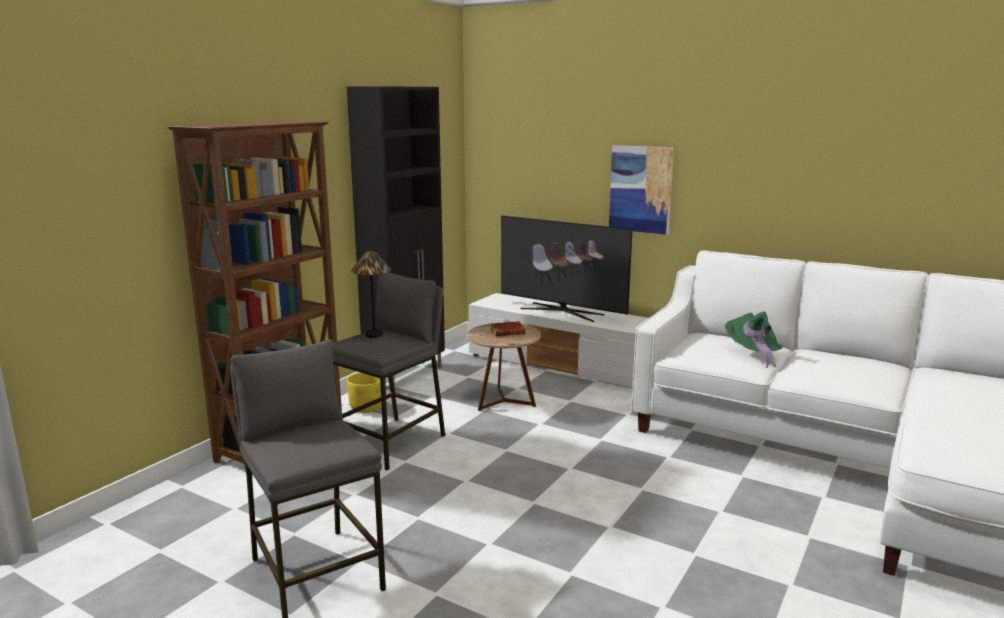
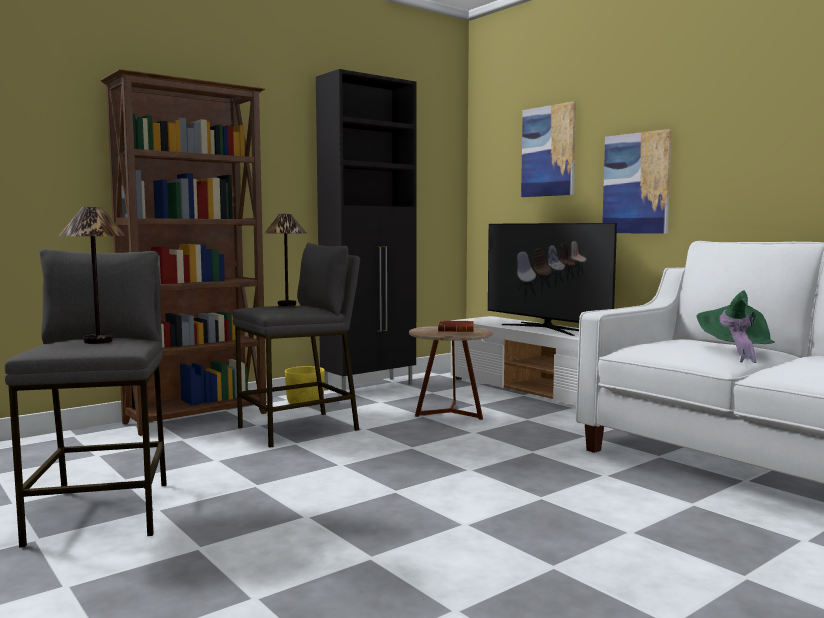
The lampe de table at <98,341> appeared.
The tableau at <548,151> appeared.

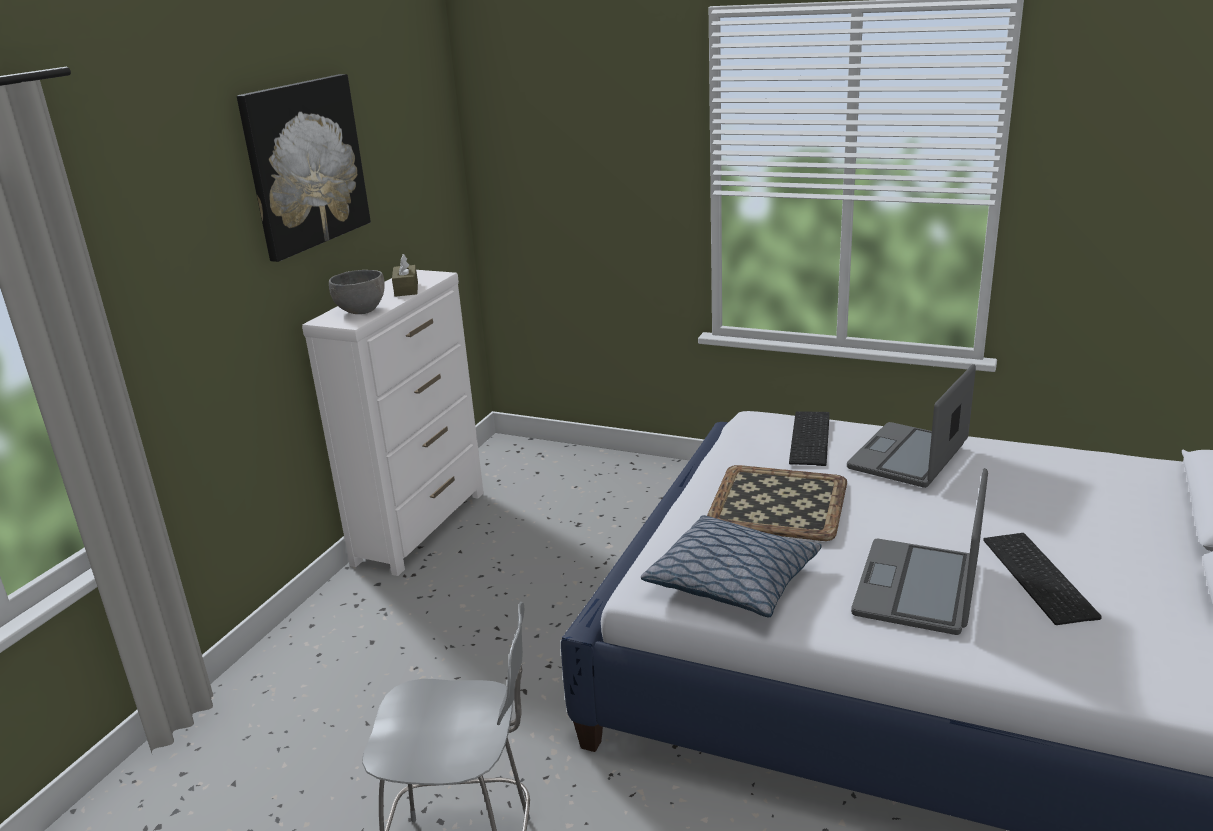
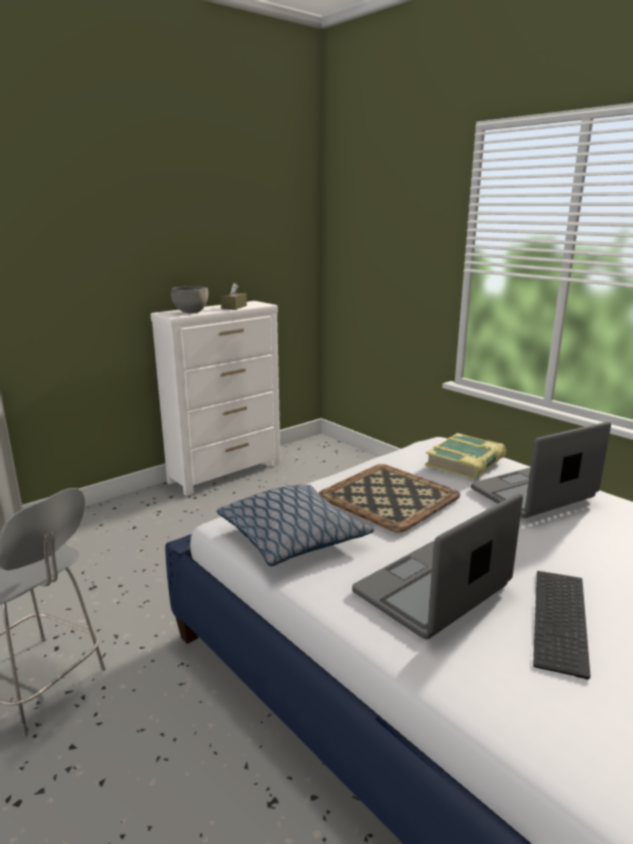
The tableau at <305,164> disappeared.
The clavier at <812,438> was replaced by the livre at <466,463>.

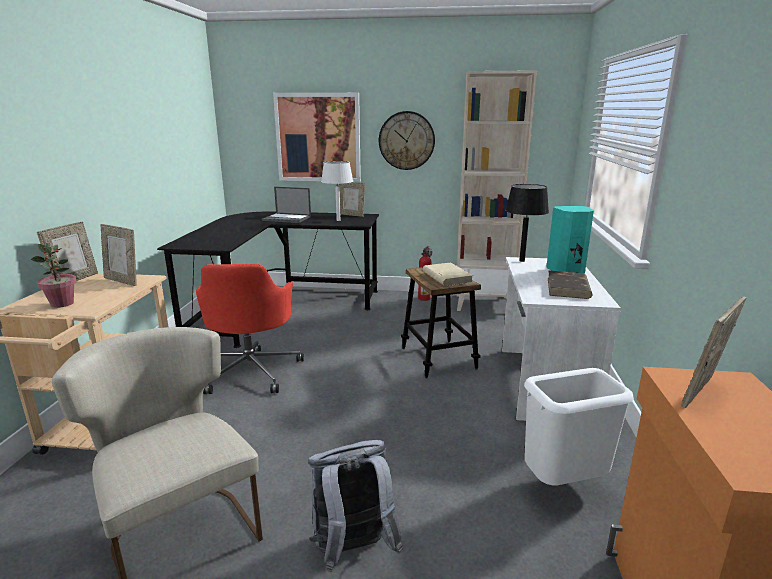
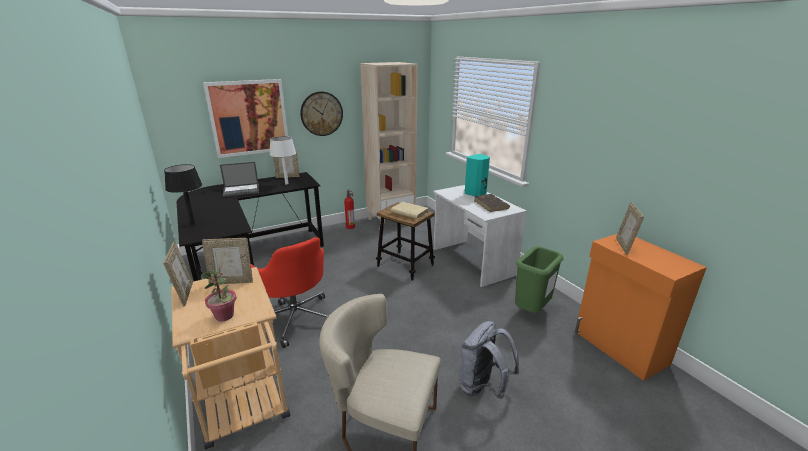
The lampe de table [noir] moved from <521,261> to <193,224>.
The poubelle [blanc] at <563,486> became the poubelle [vert] at <532,311>.

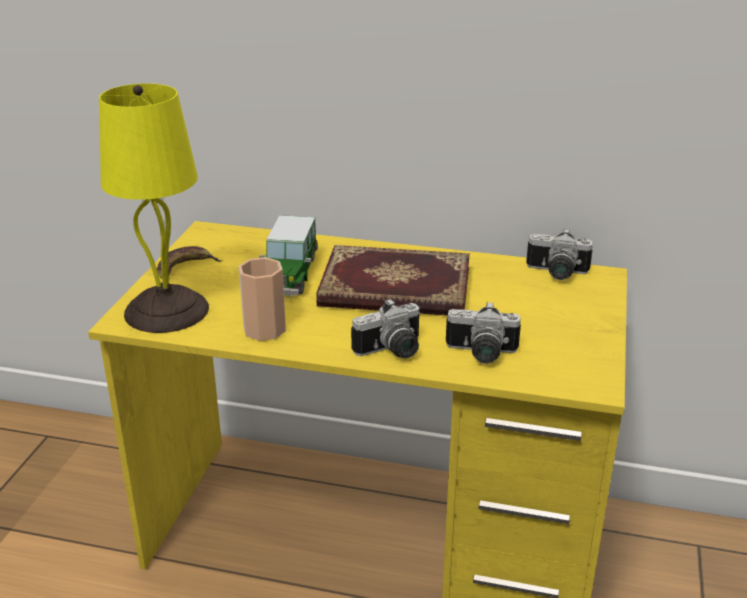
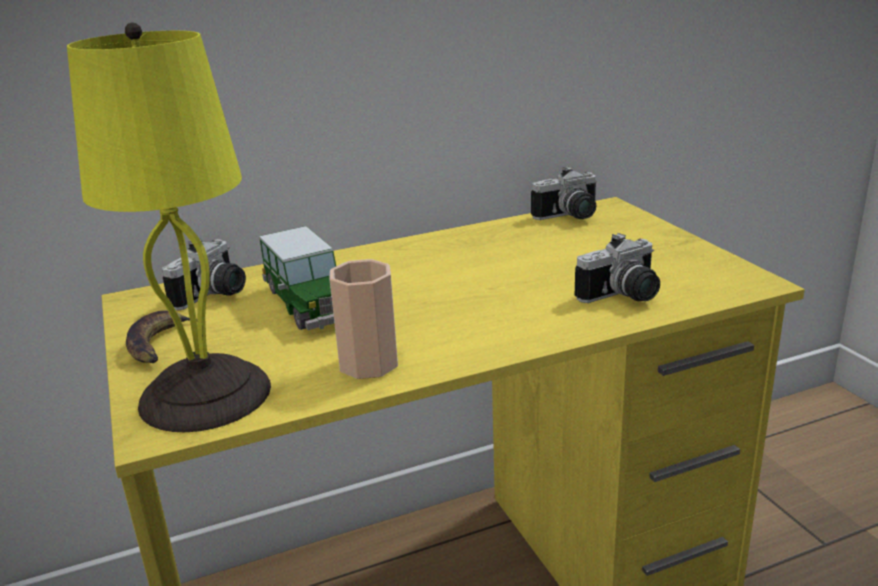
The livre at <395,289> disappeared.
The appareil photo moved from <392,351> to <215,296>.

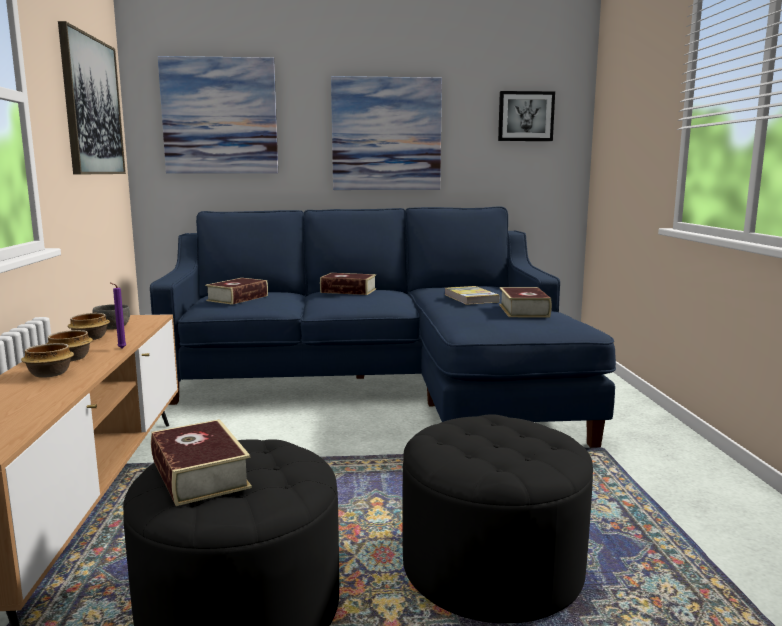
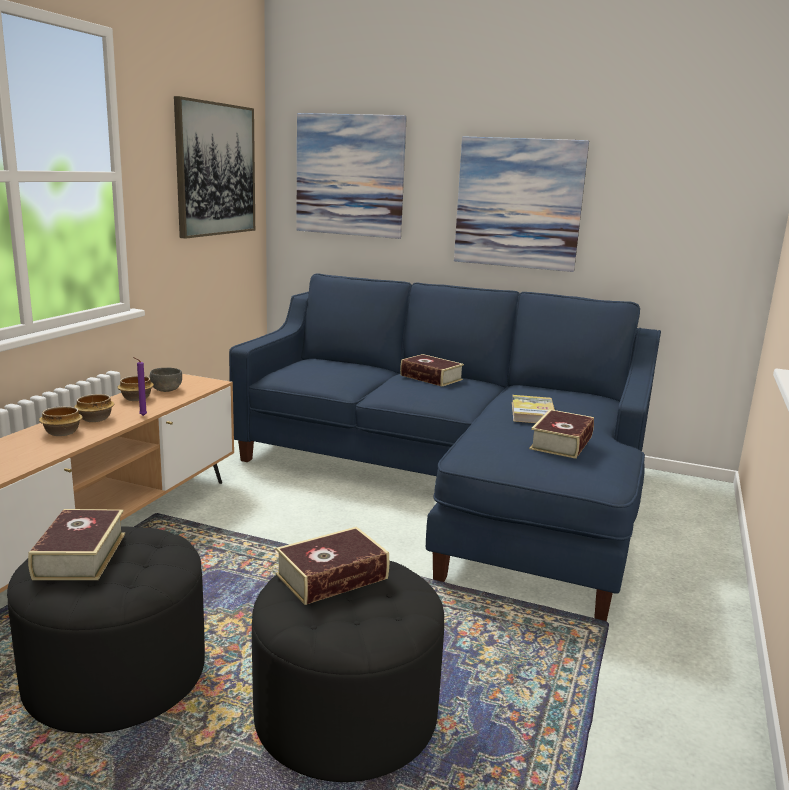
The livre moved from <237,298> to <332,576>.
The tableau at <525,116> disappeared.

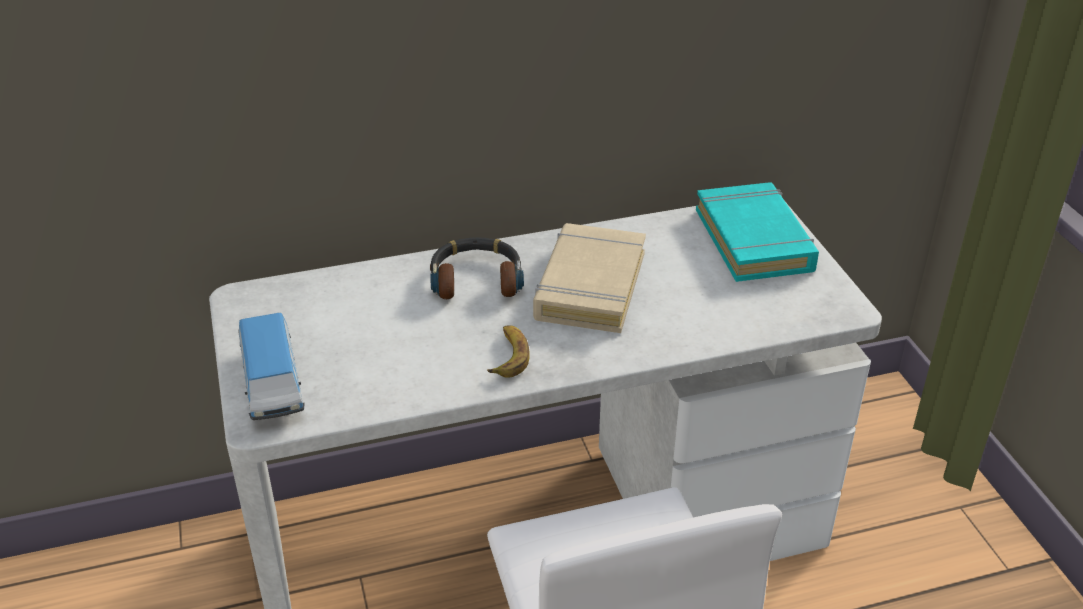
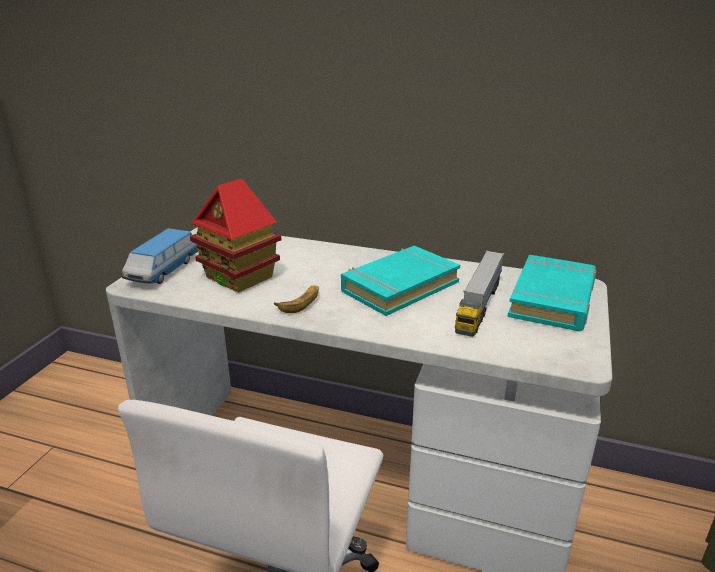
The casque audio at <476,278> disappeared.
The livre [beige] at <589,286> became the livre [turquoise] at <399,286>.
The maison miniature at <240,277> appeared.
The camion jouet at <479,305> appeared.

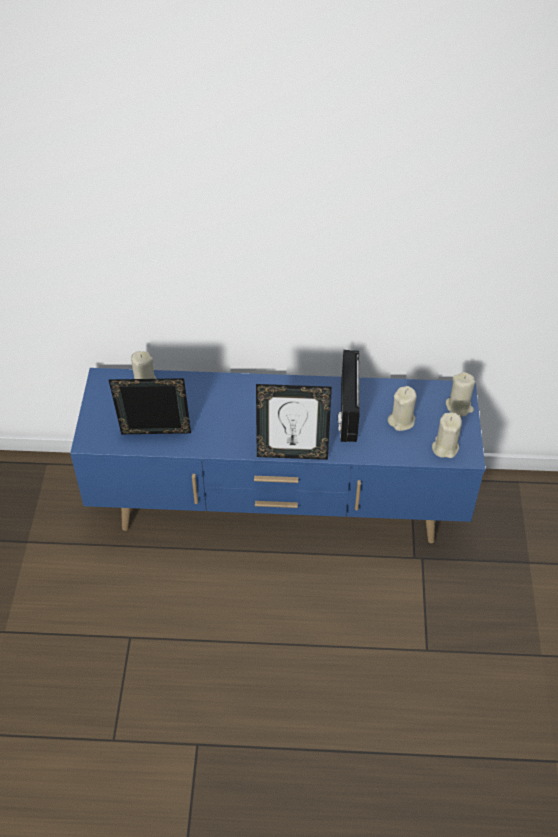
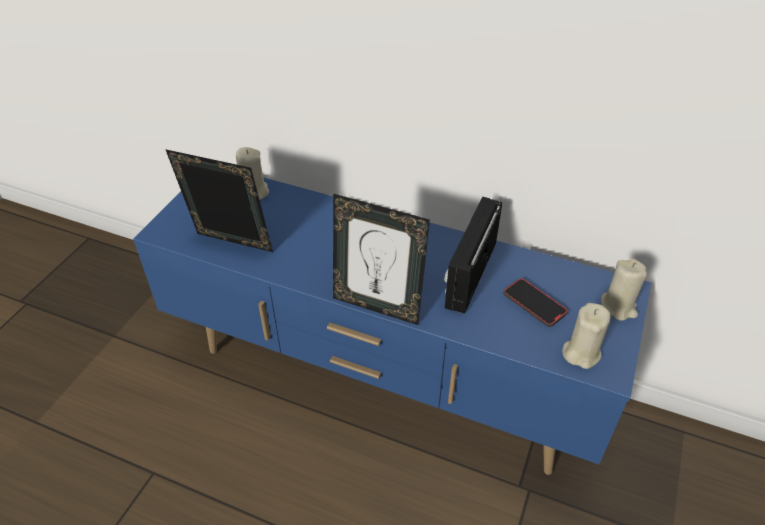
The bougie [beige] at <401,421> was replaced by the téléphone at <534,304>.

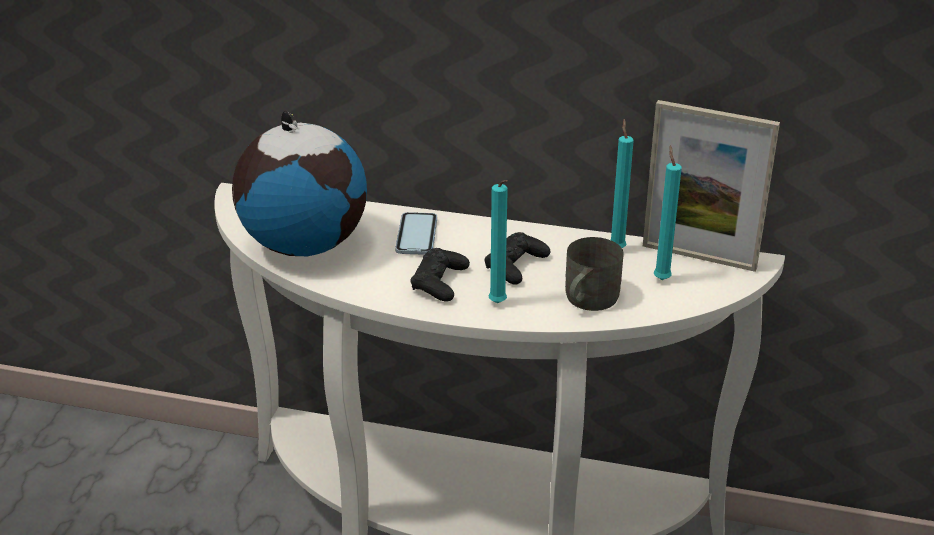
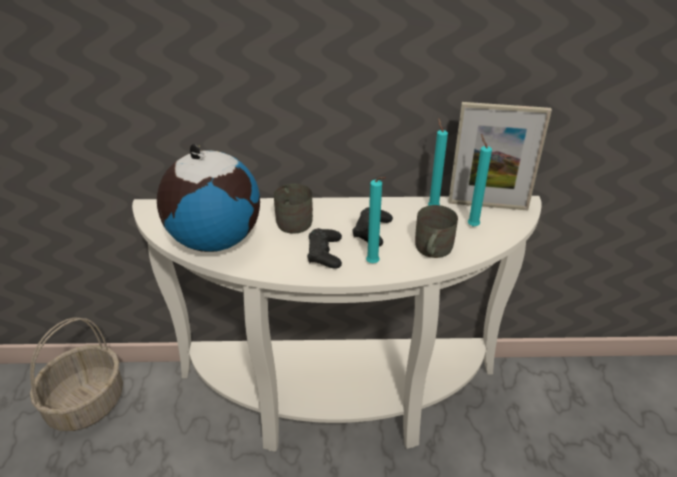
The téléphone at <416,236> was replaced by the mug [gris] at <293,219>.
The panier at <86,403> appeared.

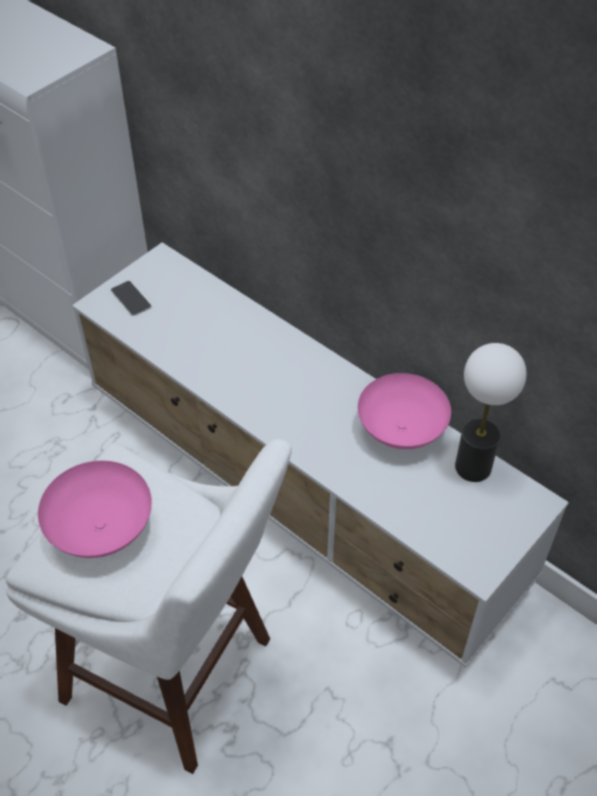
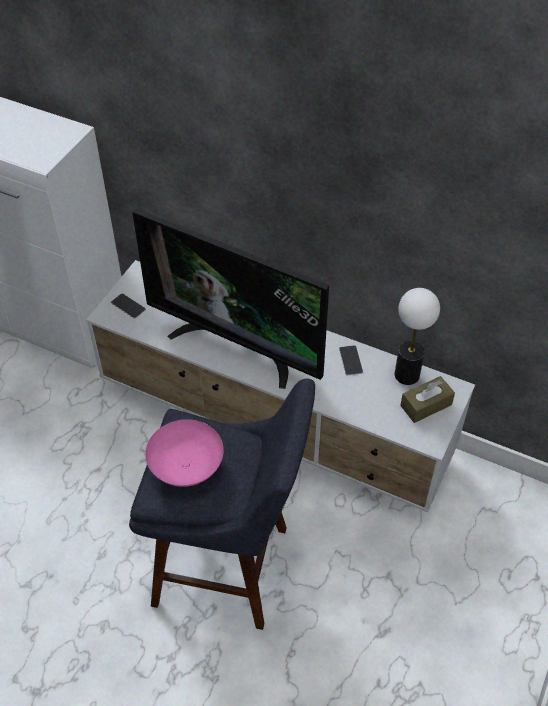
The tabouret [blanc] at <179,676> became the tabouret [bleu] at <231,568>.
The bol [rose] at <400,430> was replaced by the téléphone at <350,360>.
The téléviseur at <237,346> appeared.
The boîte à mouchoirs [marron] at <426,405> appeared.

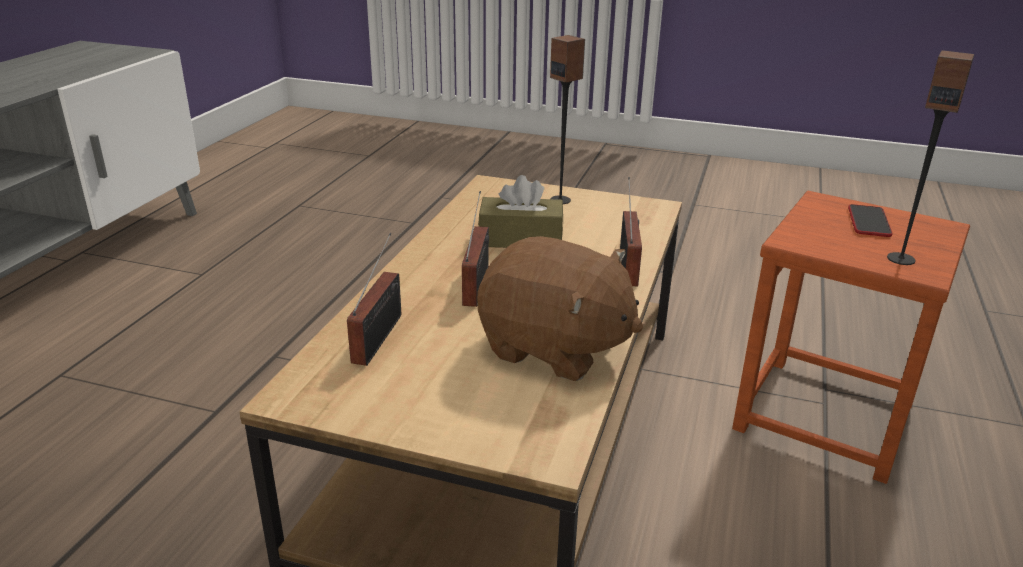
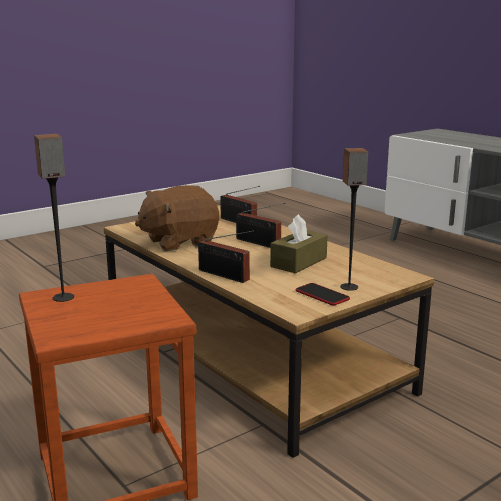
The téléphone moved from <869,222> to <322,295>.

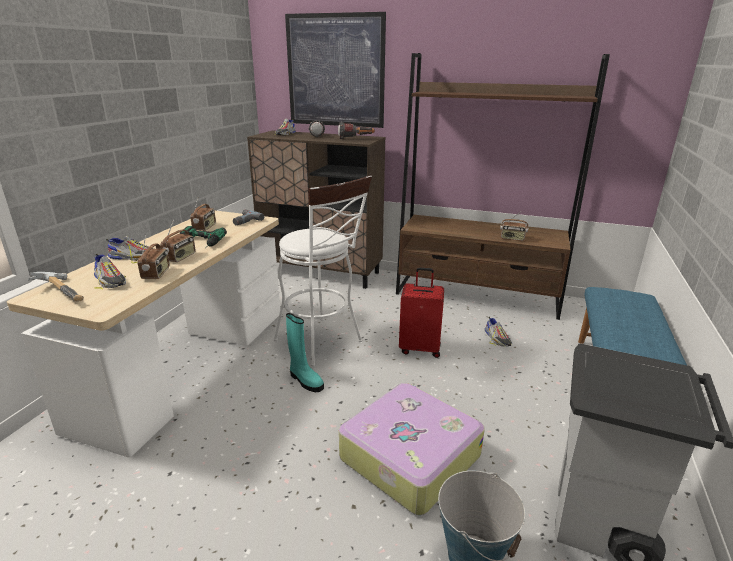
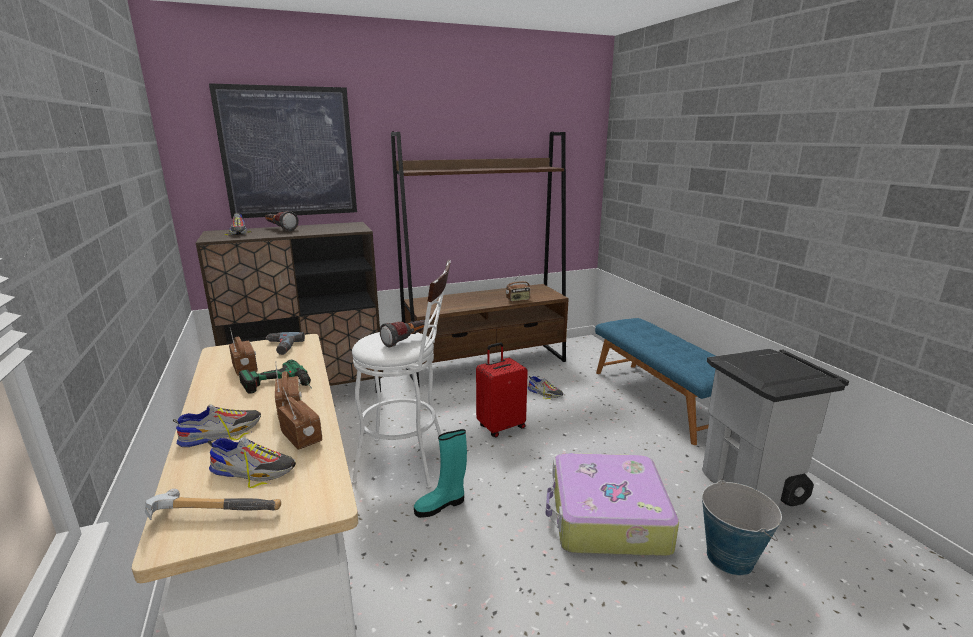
The botte [turquoise] at <305,380> turned 150 degrees clockwise.
The lampe de poche moved from <356,139> to <407,341>.

